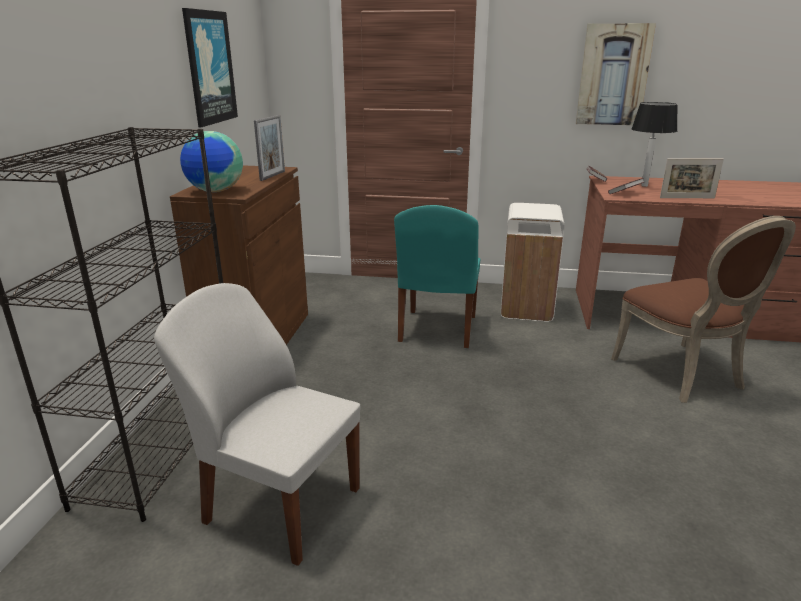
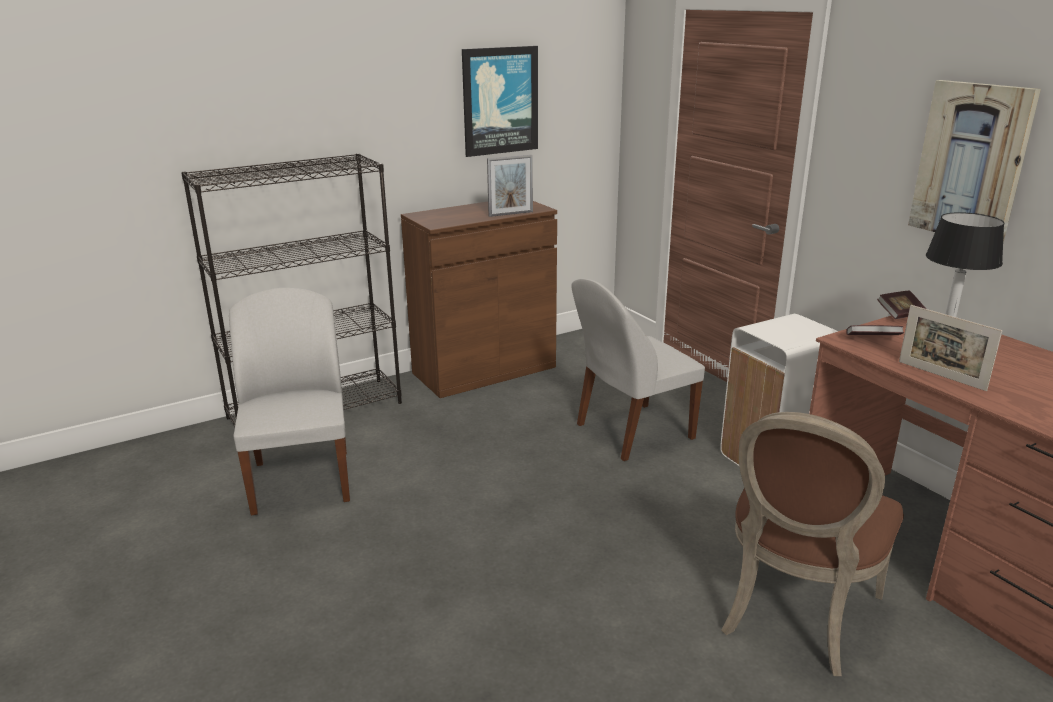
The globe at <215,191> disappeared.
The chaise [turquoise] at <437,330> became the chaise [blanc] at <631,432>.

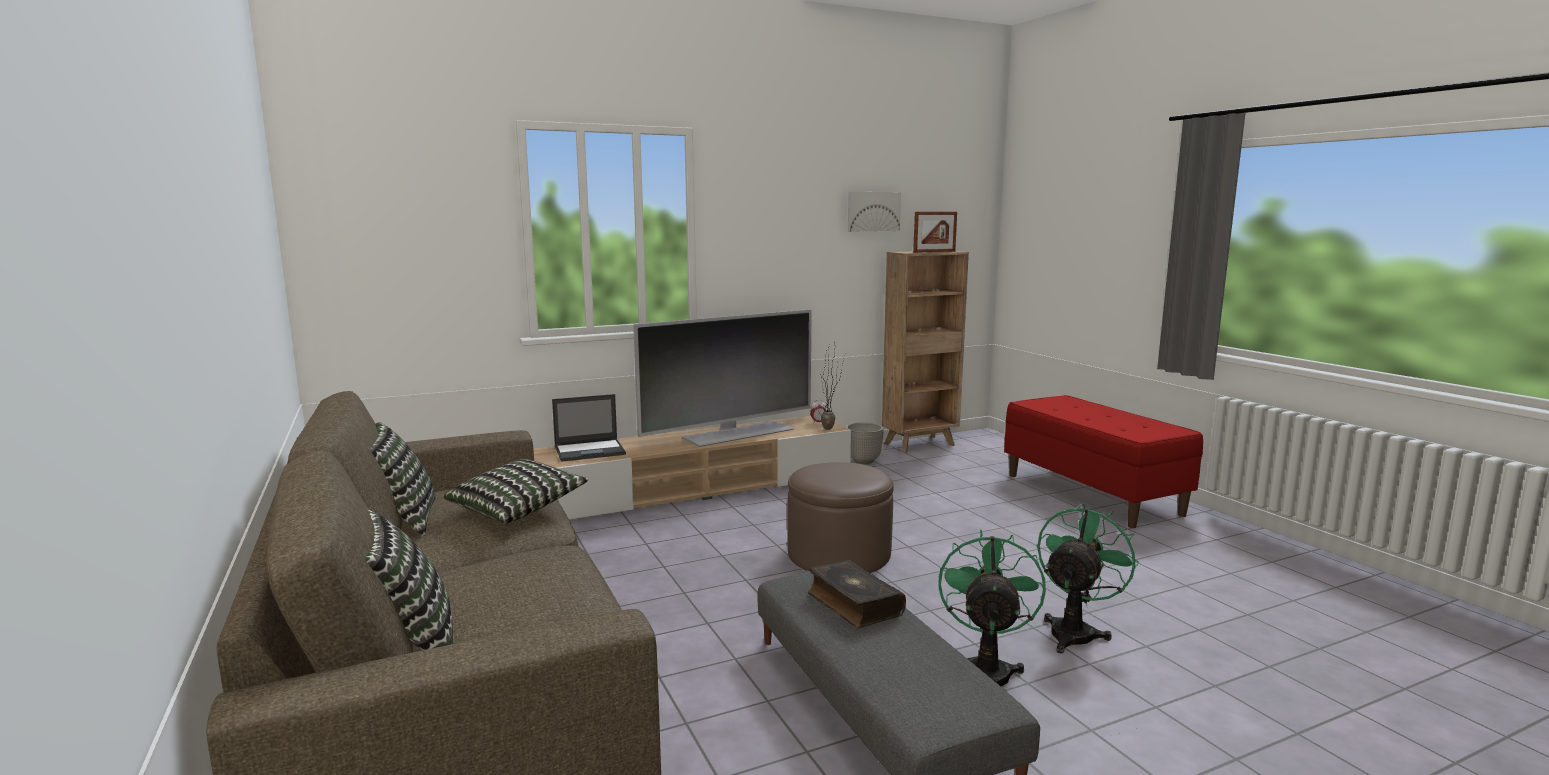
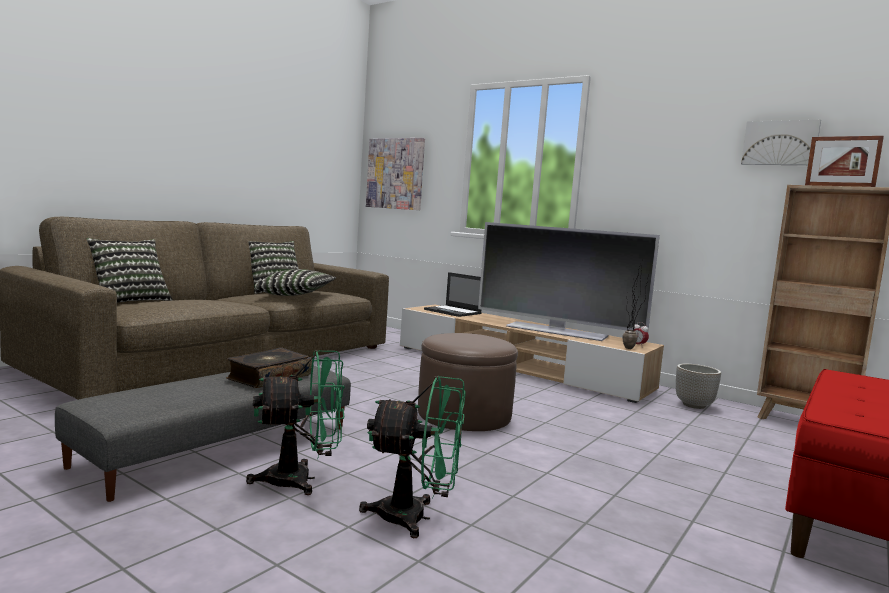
The tableau at <395,173> appeared.

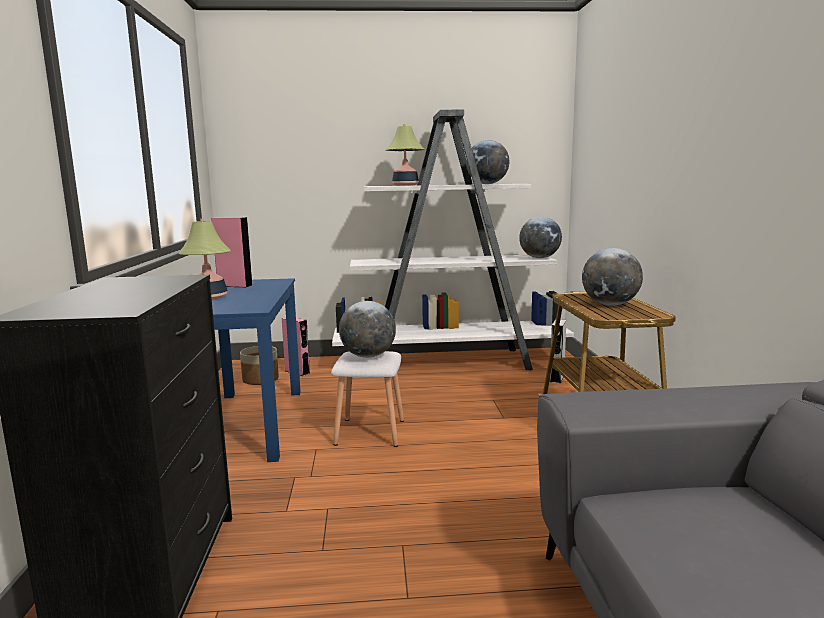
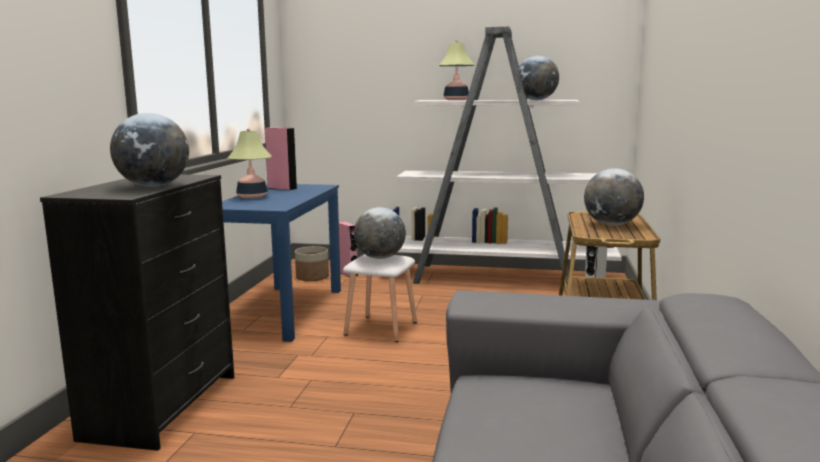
The globe moved from <539,258> to <154,186>.

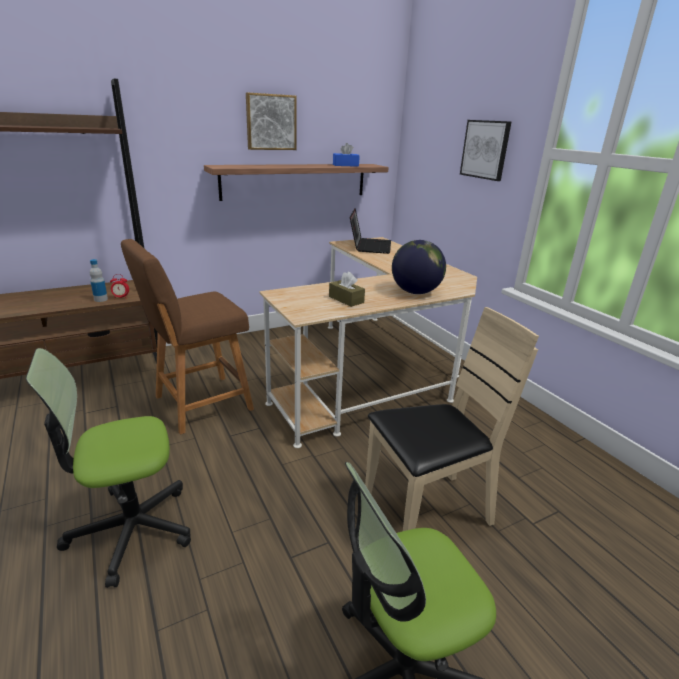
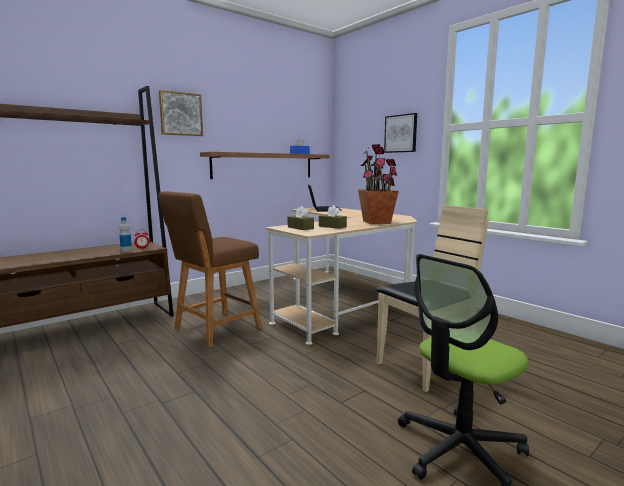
The chaise de bureau at <131,529> disappeared.
The tableau moved from <271,122> to <180,114>.
The globe at <415,292> was replaced by the plante en pot at <377,222>.
The boîte à mouchoirs [marron] at <300,228> appeared.

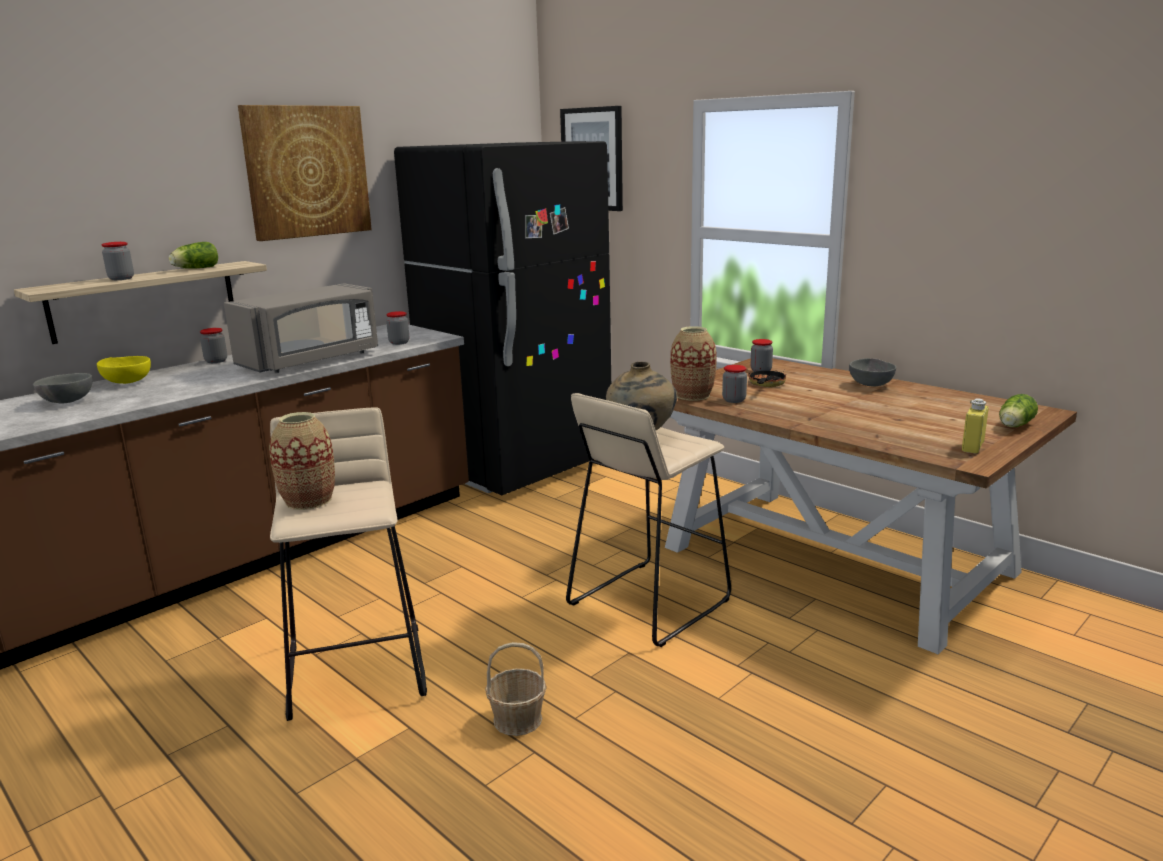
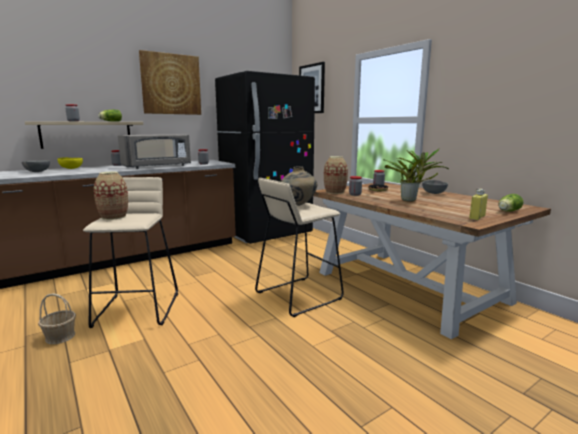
The panier moved from <517,719> to <60,336>.
The plante en pot at <410,200> appeared.

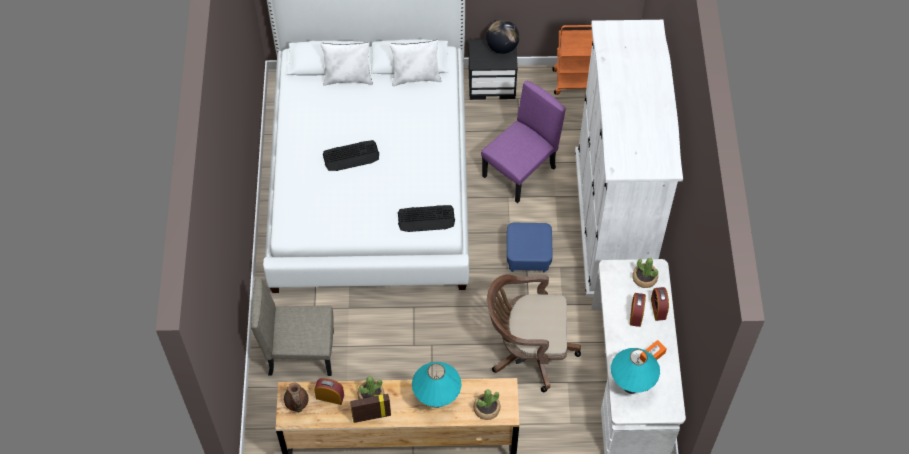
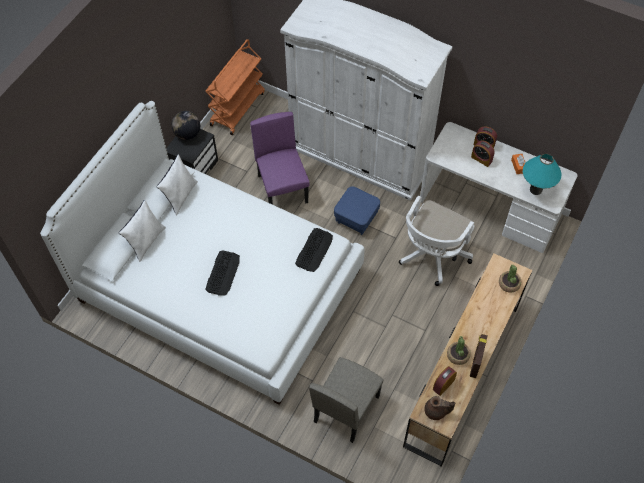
The lampe de table [turquoise] at <437,400> disappeared.
The chaise de bureau [marron] at <527,350> became the chaise de bureau [blanc] at <432,256>.
The plante en pot at <644,278> disappeared.

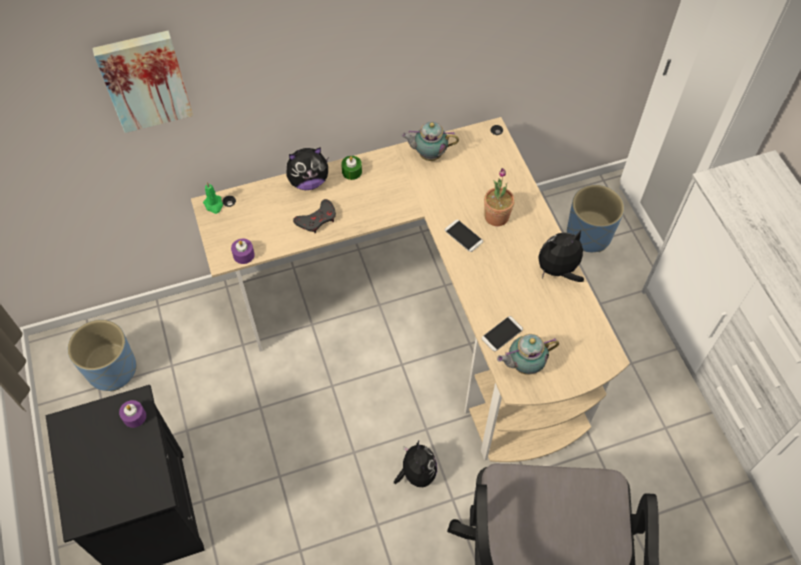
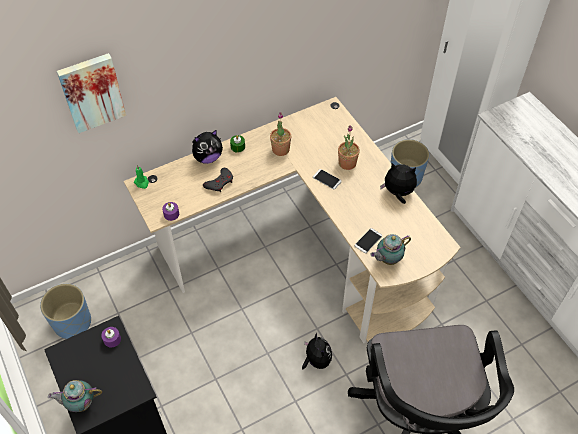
The théière moved from <428,155> to <80,403>.
The peluche at <558,270> turned 45 degrees clockwise.
The plante en pot at <280,149> appeared.

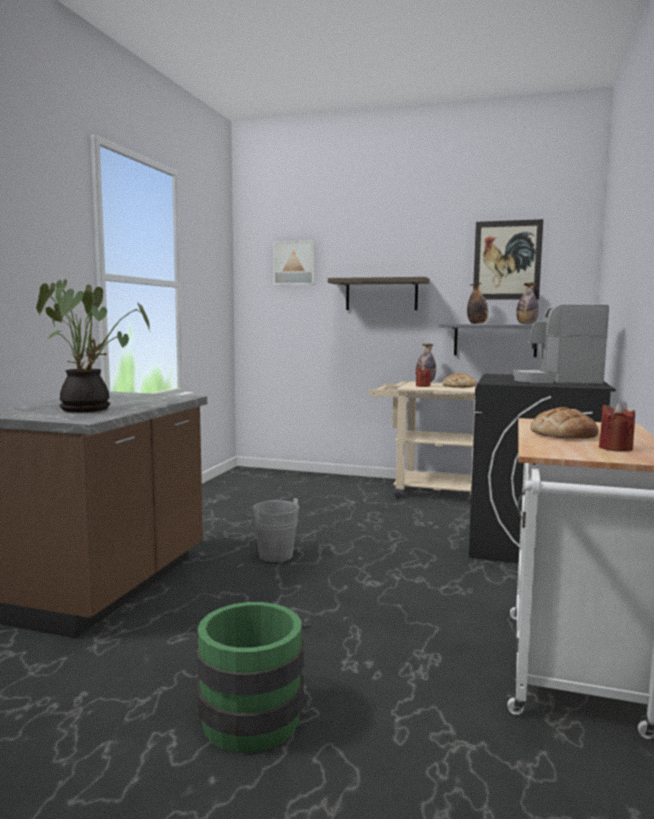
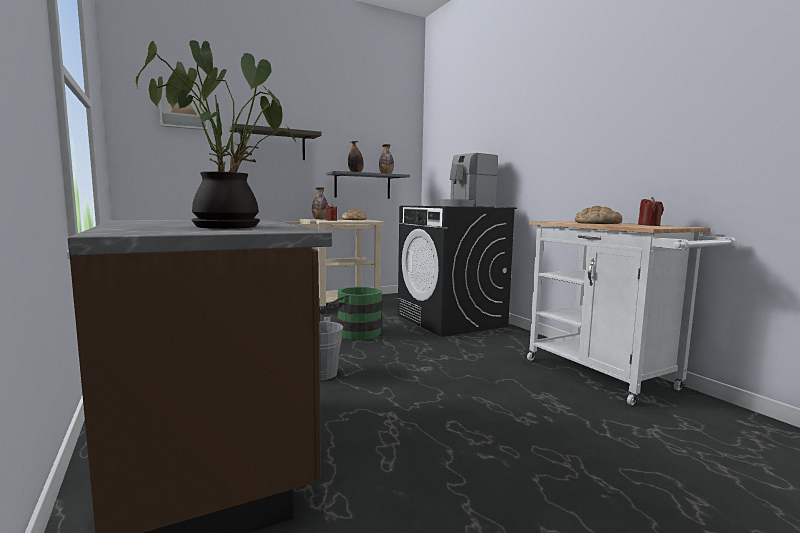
The seau [vert] moved from <250,713> to <355,332>.
The tableau at <507,260> disappeared.

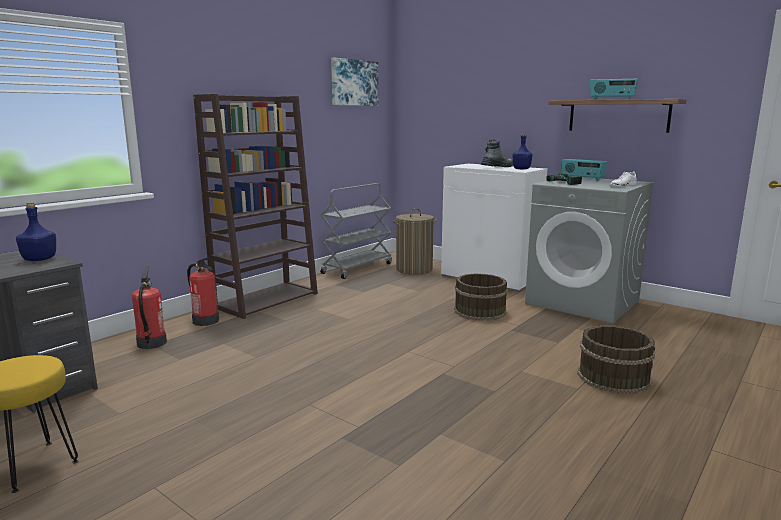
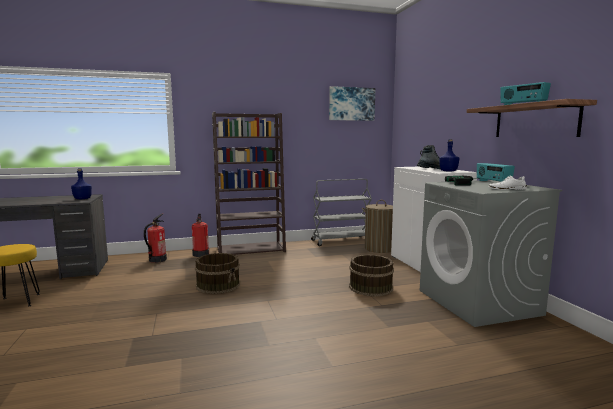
The seau [marron] moved from <613,377> to <218,285>.

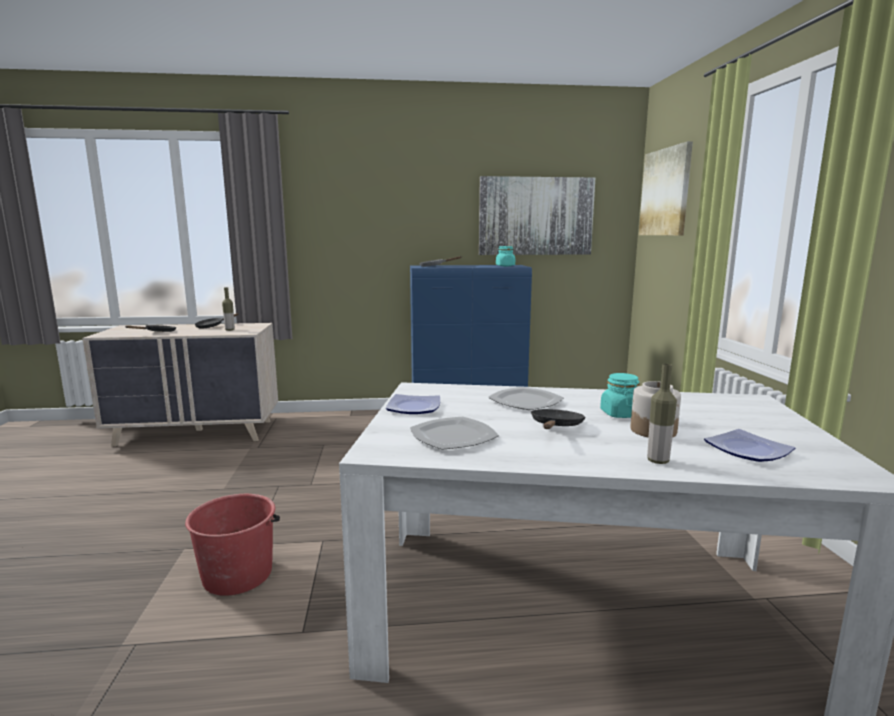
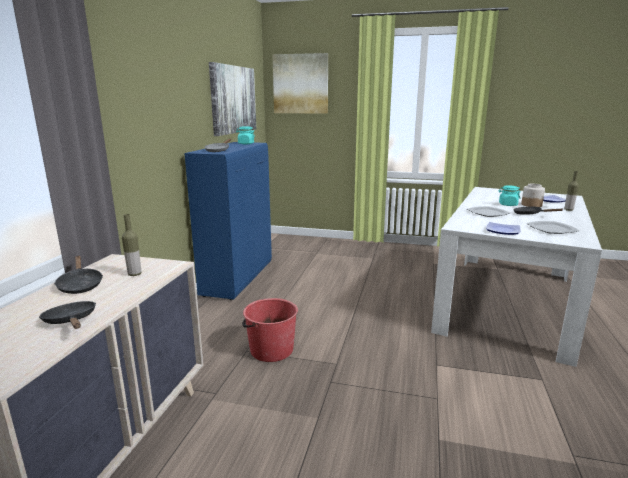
The seau [rouge] moved from <238,574> to <271,350>.

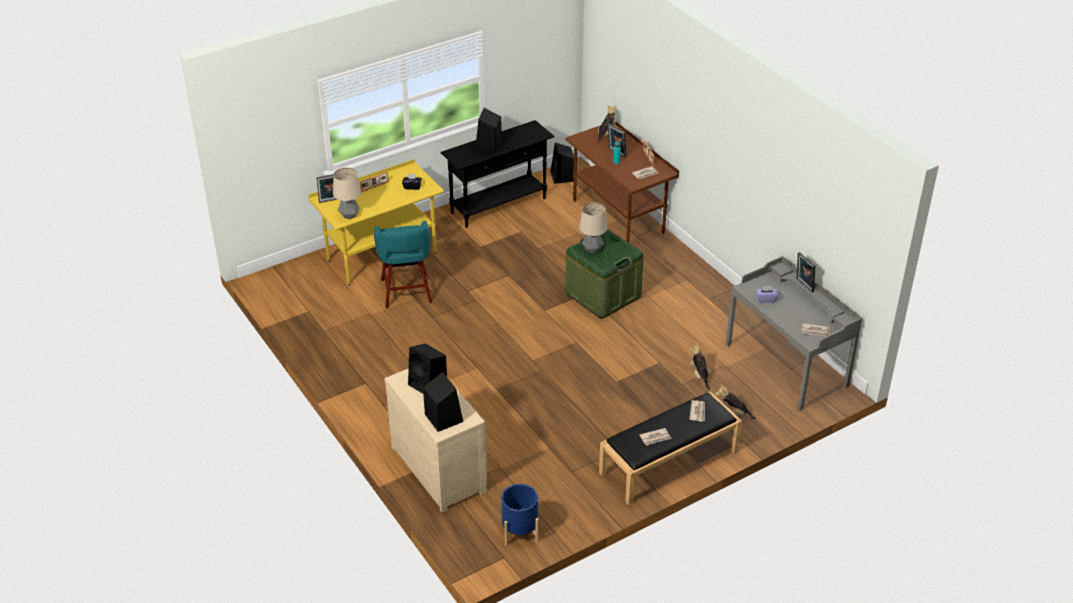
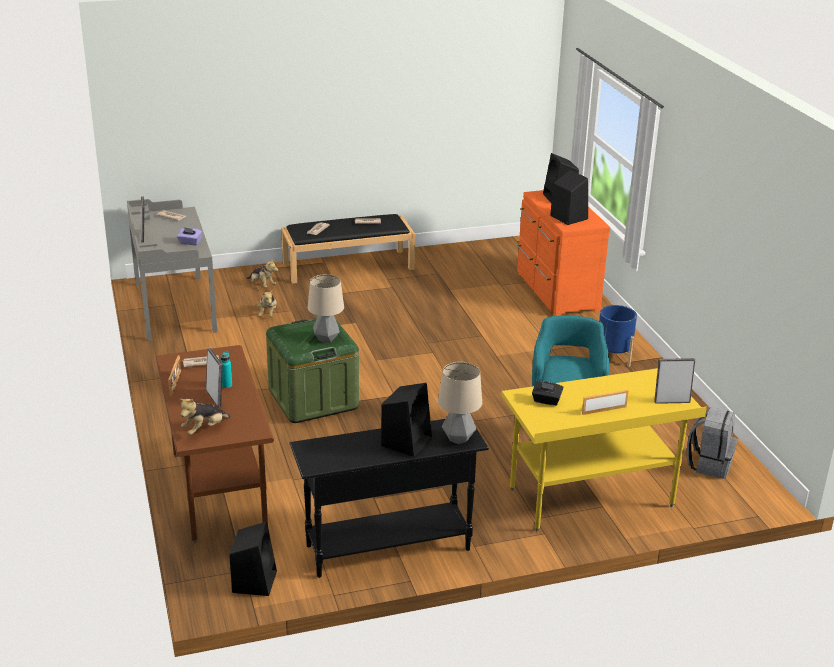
The lampe de table moved from <349,216> to <458,439>.
The commode [beige] at <440,467> became the commode [orange] at <555,292>.
The cache-pot [bleu] moved from <520,531> to <613,356>.
The sac à dos [gris] at <709,464> appeared.

